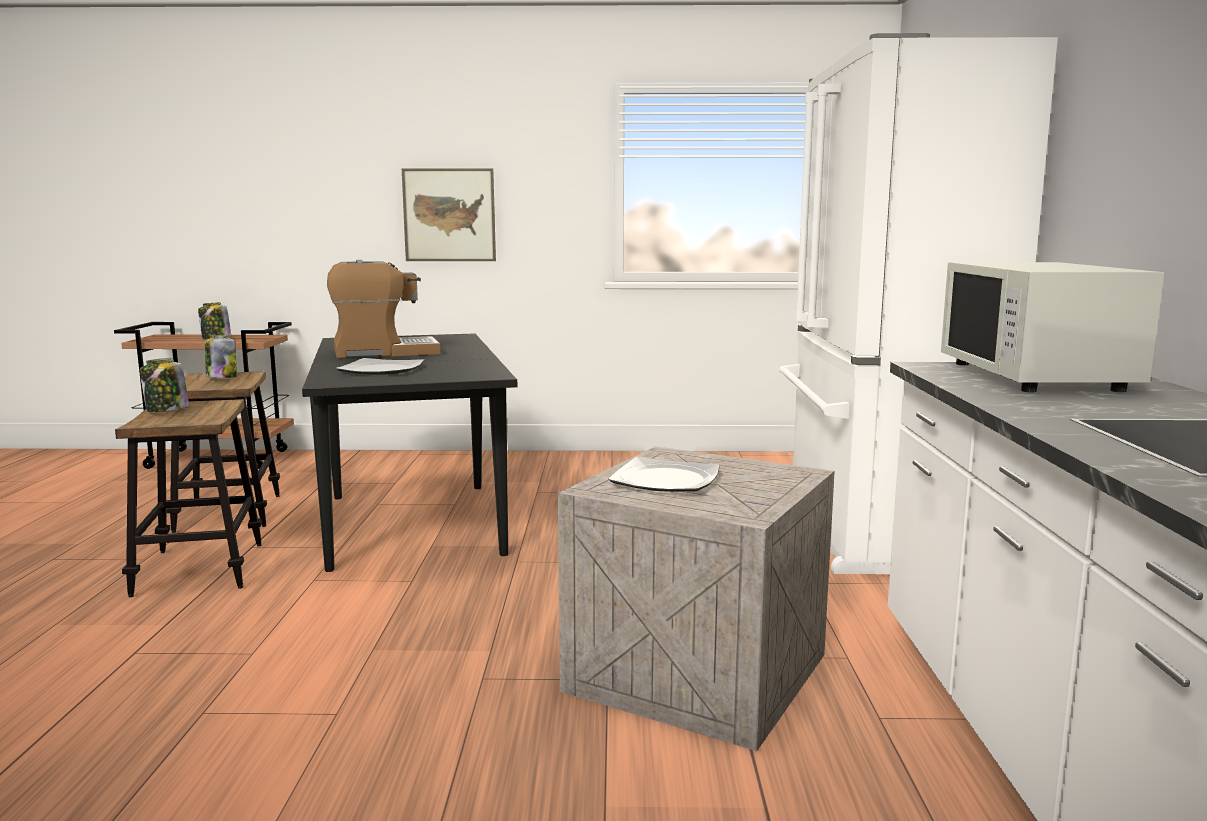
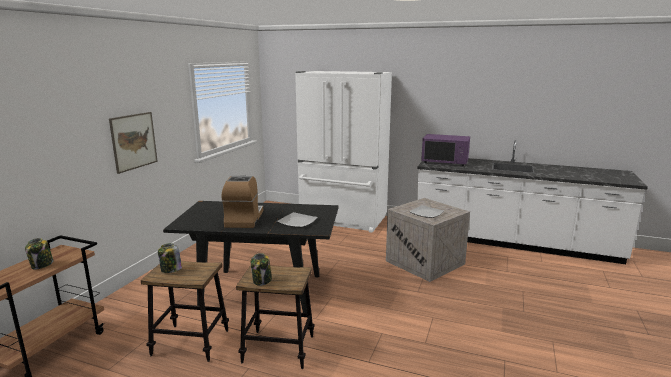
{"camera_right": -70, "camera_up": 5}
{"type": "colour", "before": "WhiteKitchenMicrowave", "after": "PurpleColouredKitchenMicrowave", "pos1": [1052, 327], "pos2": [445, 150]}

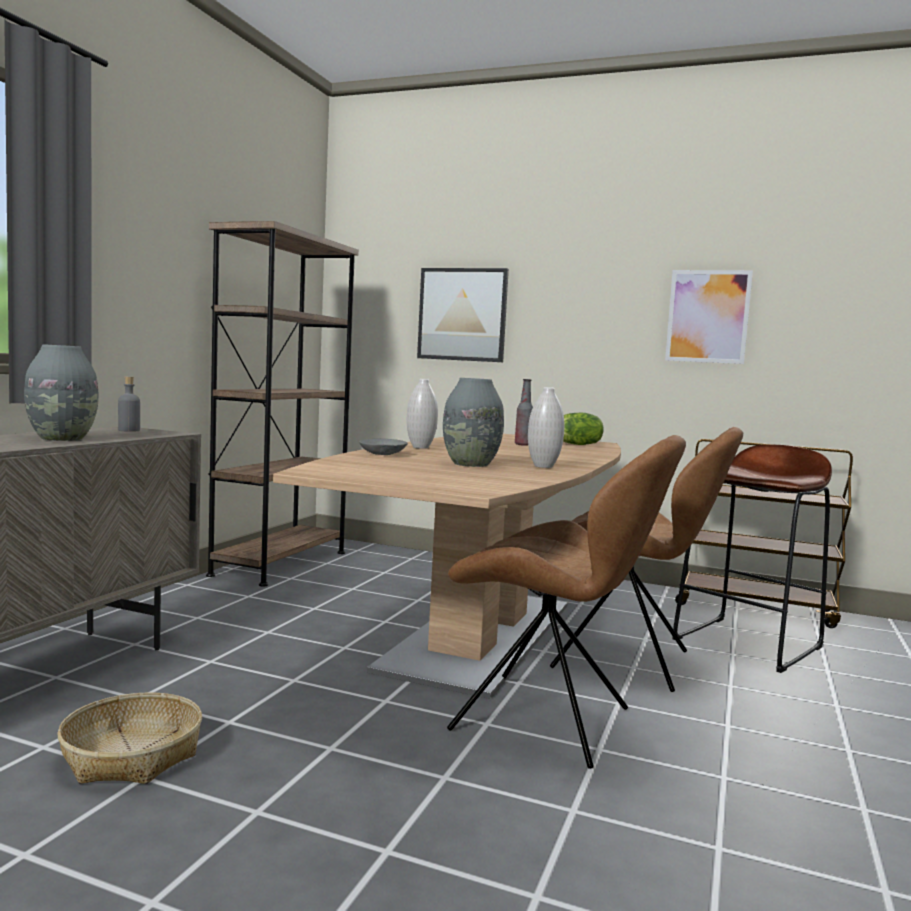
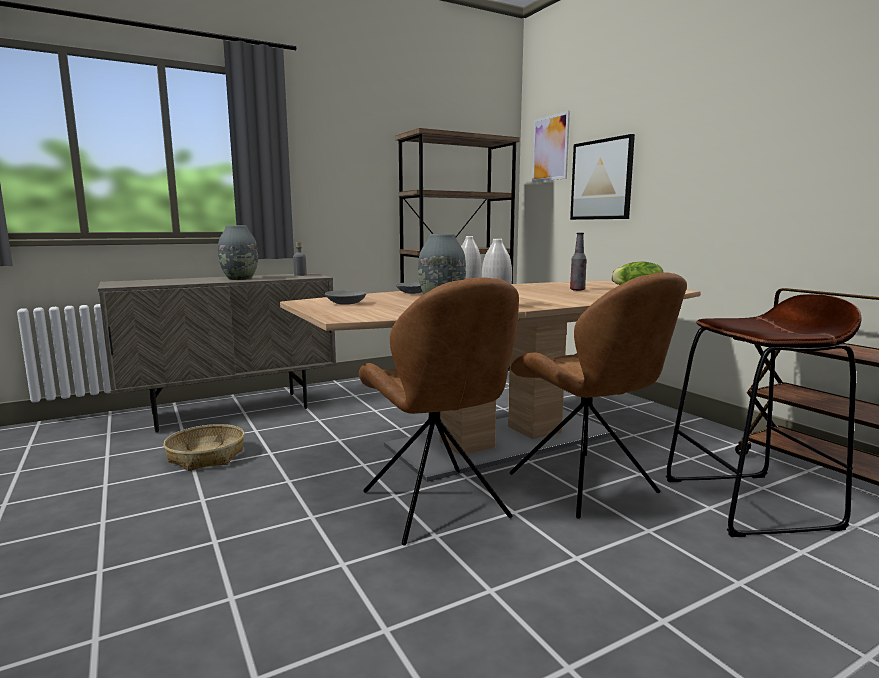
{"camera_right": 40, "camera_up": 5}
{"type": "appeared", "after": "GrayDeepDish", "pos2": [345, 297]}
{"type": "relocated", "before": "WallArt", "pos1": [709, 317], "pos2": [551, 146]}

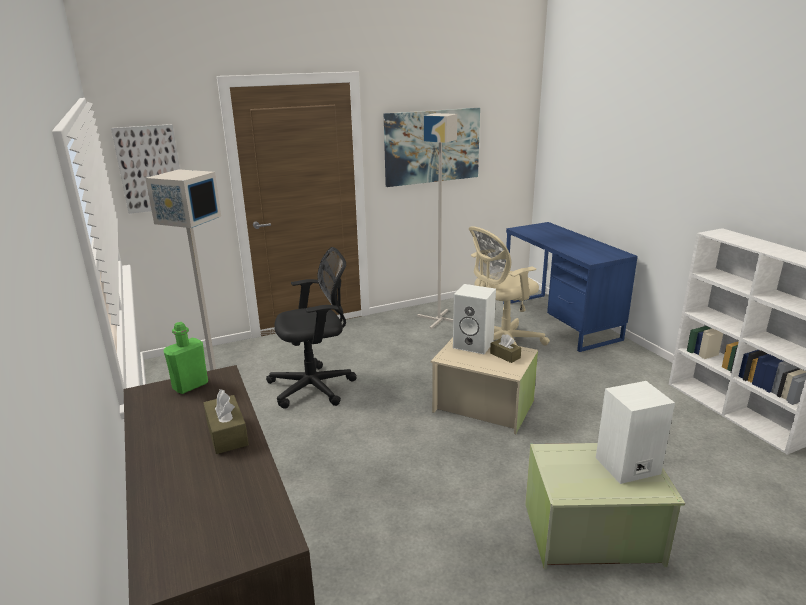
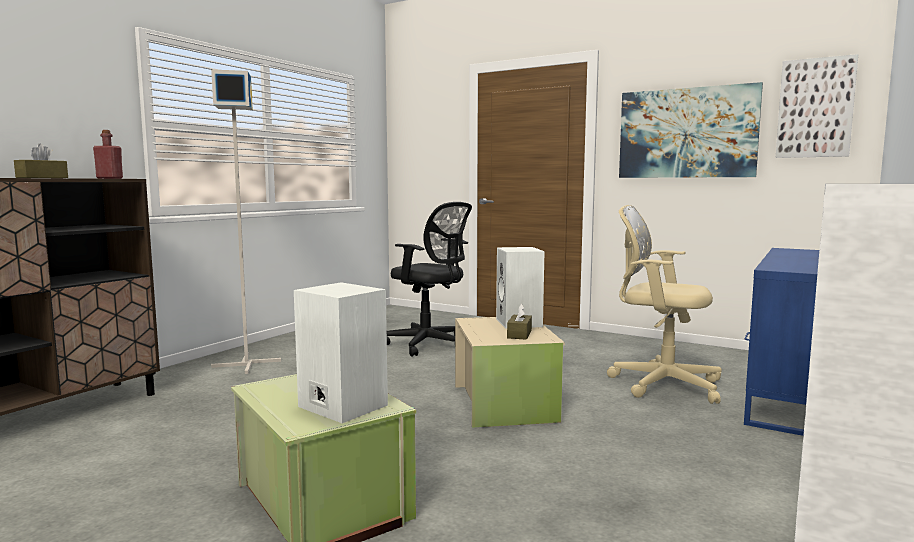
{"camera_right": 55, "camera_up": -15}
{"type": "missing", "before": "GrayStandardLamp", "pos1": [437, 221]}
{"type": "relocated", "before": "WallArt", "pos1": [145, 169], "pos2": [817, 106]}
{"type": "colour", "before": "GreenDrinkBottle", "after": "RedDrinkBottle", "pos1": [186, 358], "pos2": [108, 154]}

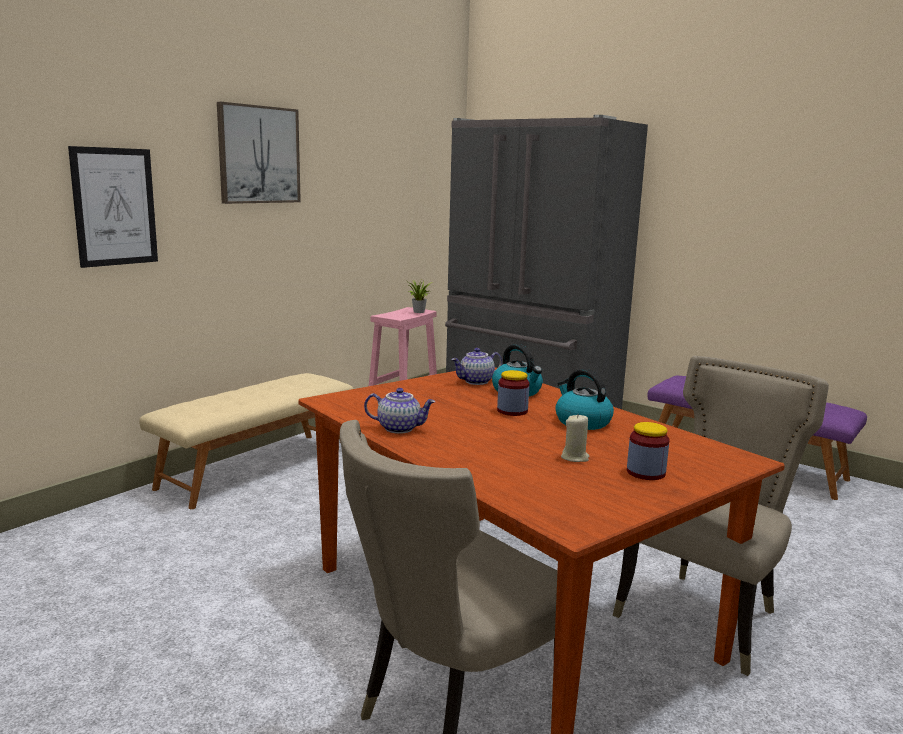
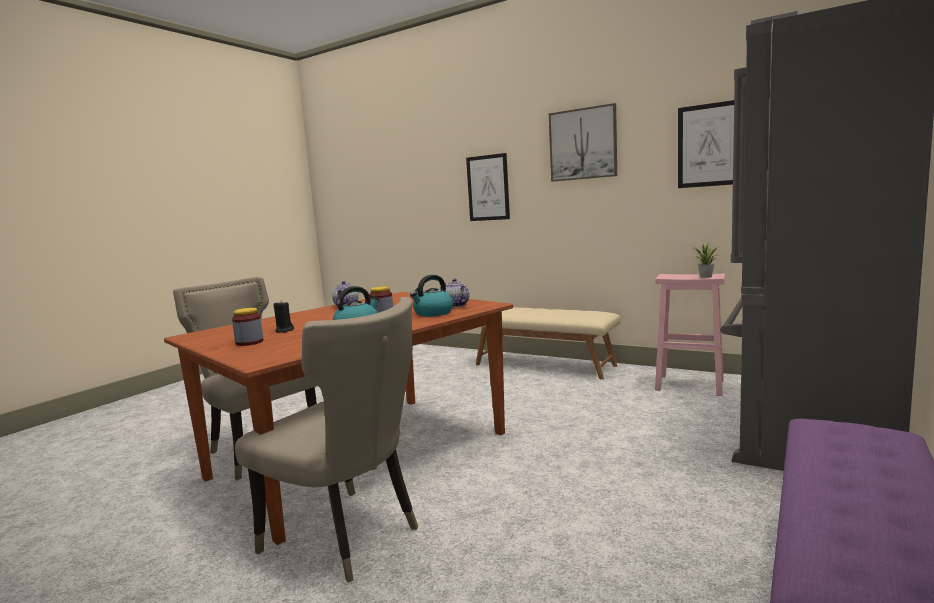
{"camera_right": 85, "camera_up": -5}
{"type": "appeared", "after": "WallArt", "pos2": [706, 144]}
{"type": "colour", "before": "SandColouredWaxCandle", "after": "BlackWaxCandle", "pos1": [575, 438], "pos2": [283, 317]}

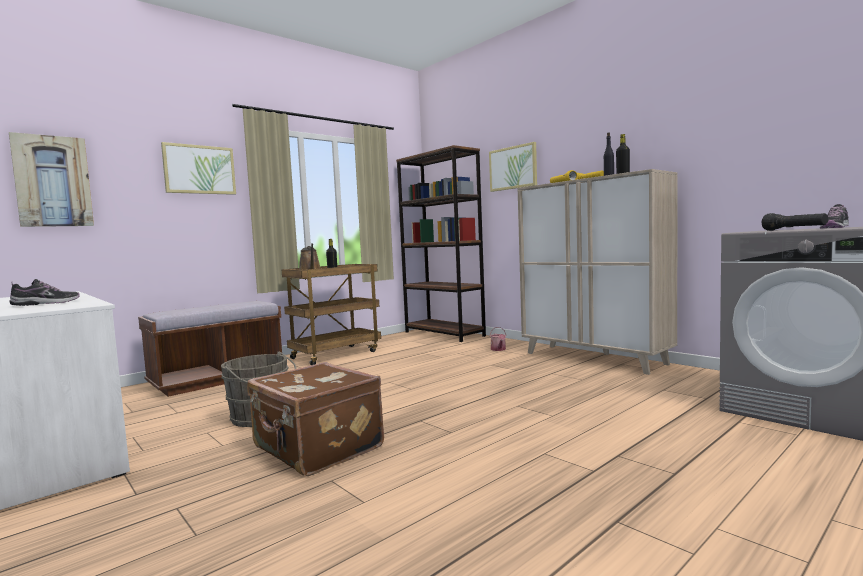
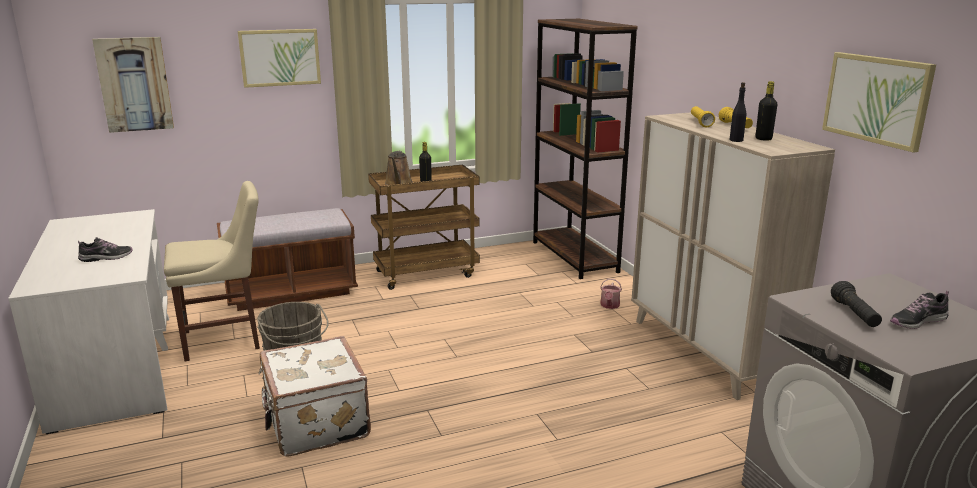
{"camera_right": 20, "camera_up": 15}
{"type": "appeared", "after": "SandColouredChair", "pos2": [212, 271]}
{"type": "relocated", "before": "WallArt", "pos1": [513, 167], "pos2": [879, 102]}
{"type": "colour", "before": "BrownTravelCase", "after": "WhiteTravelCase", "pos1": [315, 419], "pos2": [315, 396]}

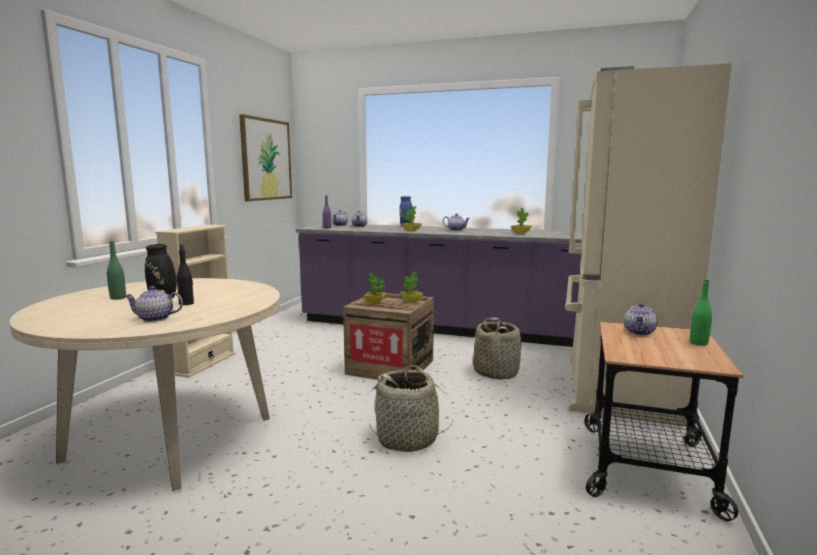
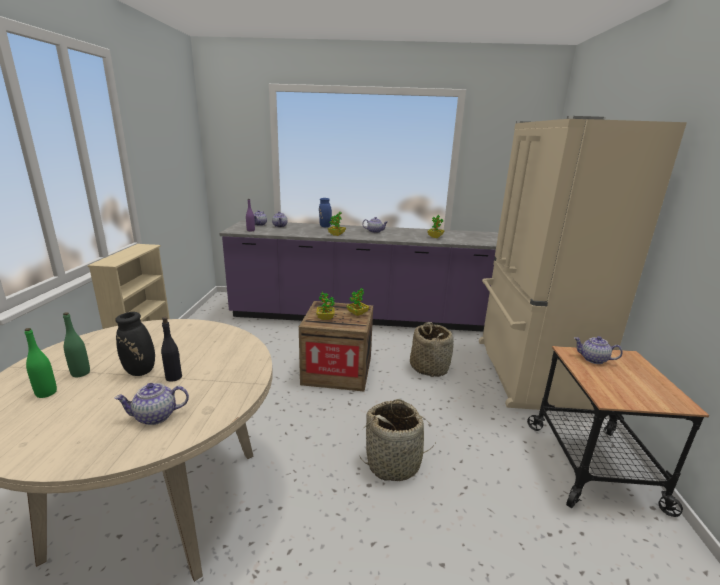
{"camera_right": -15, "camera_up": 10}
{"type": "missing", "before": "WallArt", "pos1": [265, 157]}
{"type": "relocated", "before": "GreenDrinkBottle", "pos1": [701, 313], "pos2": [41, 363]}
{"type": "spun", "before": "PotForTea", "pos1": [640, 319], "pos2": [598, 350], "turn": 105}

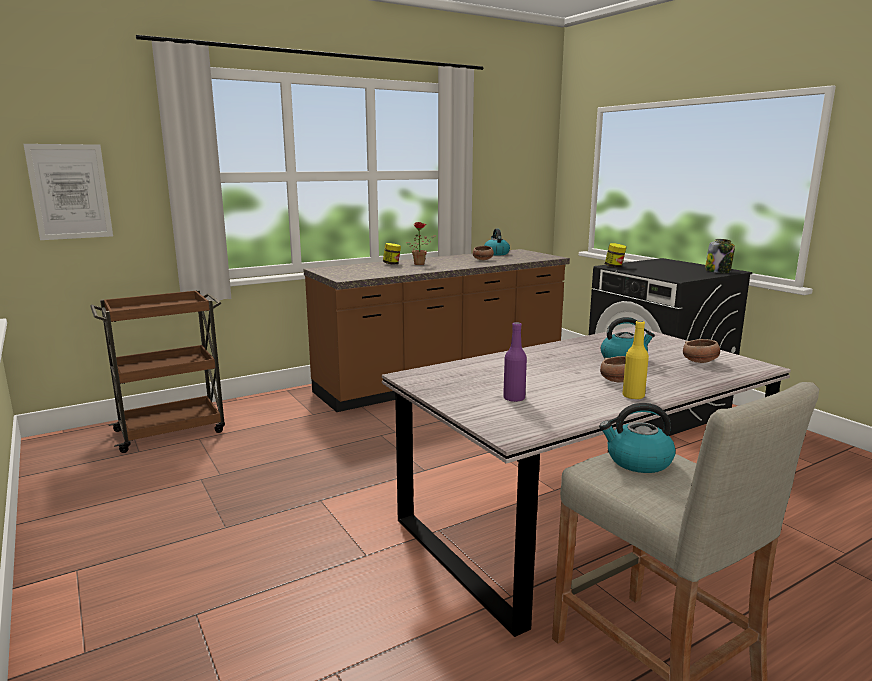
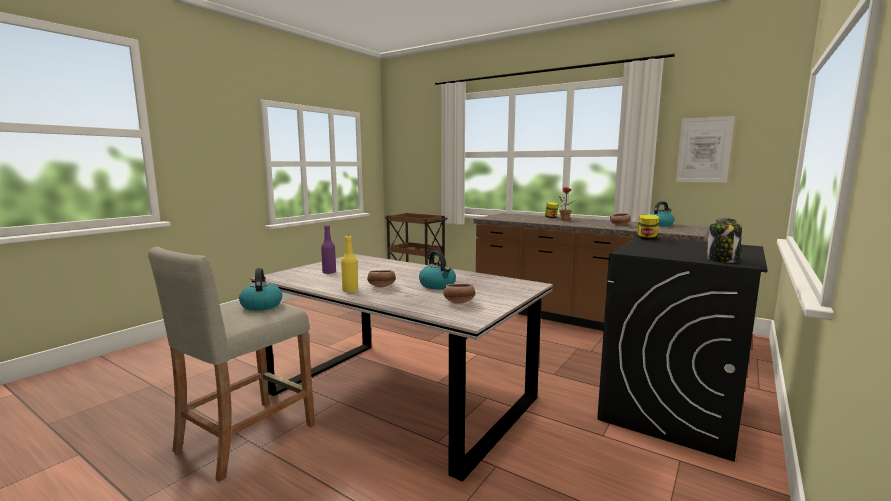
{"camera_right": 65, "camera_up": -5}
{"type": "relocated", "before": "WallArt", "pos1": [68, 192], "pos2": [705, 149]}

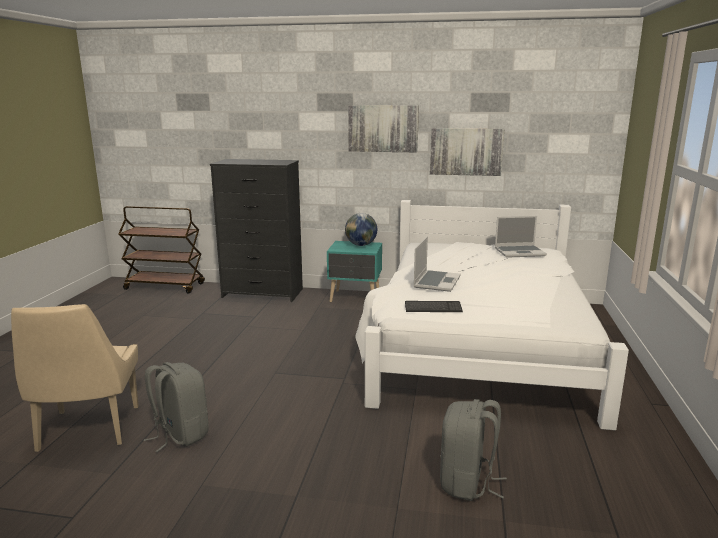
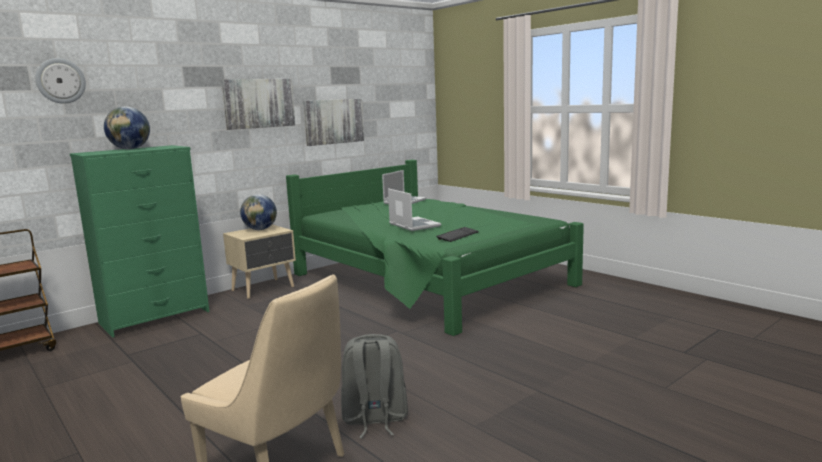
{"camera_right": -50, "camera_up": -5}
{"type": "missing", "before": "GrayKnapsack", "pos1": [473, 450]}
{"type": "appeared", "after": "WallClock", "pos2": [60, 81]}
{"type": "appeared", "after": "DeskGlobe", "pos2": [127, 128]}
{"type": "colour", "before": "BlackDrawerChest", "after": "GreenDrawerChest", "pos1": [256, 230], "pos2": [139, 241]}
{"type": "colour", "before": "TurquoiseColouredBedsideTable", "after": "SandColouredBedsideTable", "pos1": [354, 271], "pos2": [259, 262]}
{"type": "colour", "before": "WhiteBed", "after": "GreenBed", "pos1": [492, 315], "pos2": [435, 248]}

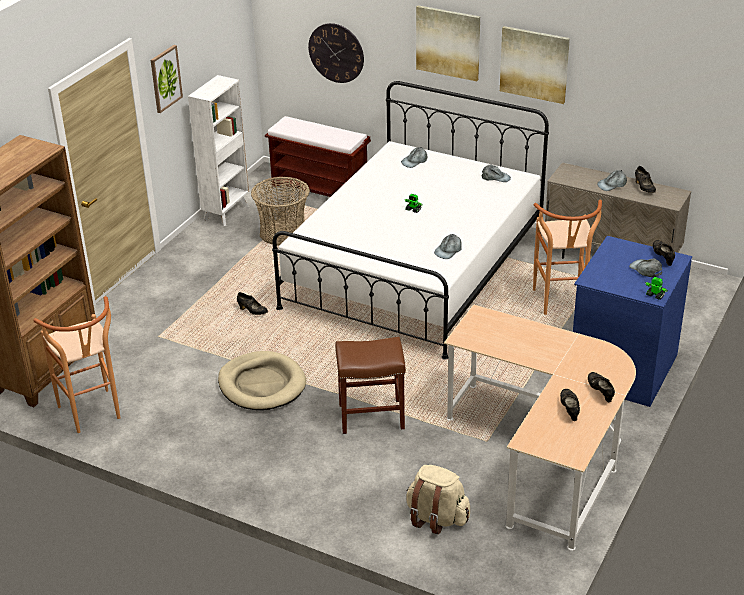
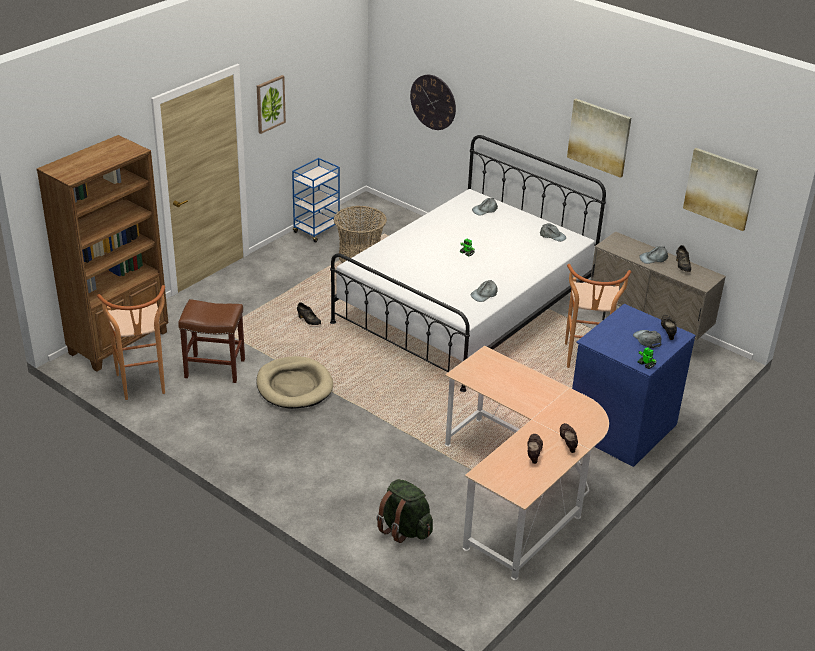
{"camera_right": 10, "camera_up": 0}
{"type": "missing", "before": "BrownLongSeat", "pos1": [318, 156]}
{"type": "relocated", "before": "BrownStoolSeat", "pos1": [370, 385], "pos2": [211, 341]}
{"type": "relocated", "before": "WallArt", "pos1": [448, 43], "pos2": [720, 189]}
{"type": "exchanged", "before": "WhiteShelvingUnit", "after": "BluishCart", "pos1": [218, 150], "pos2": [318, 200]}
{"type": "colour", "before": "SandColouredKnapsack", "after": "GreenKnapsack", "pos1": [438, 499], "pos2": [404, 511]}

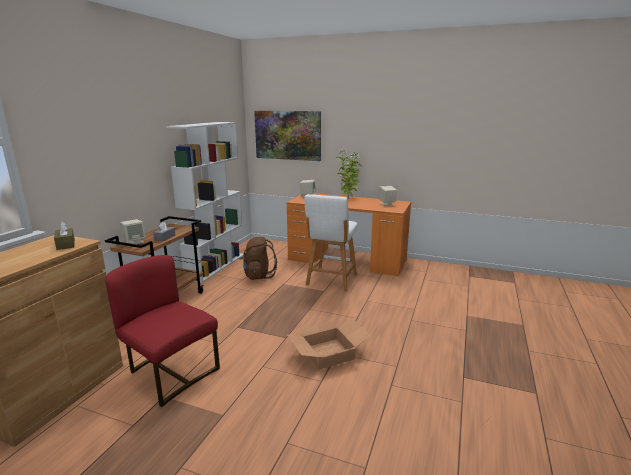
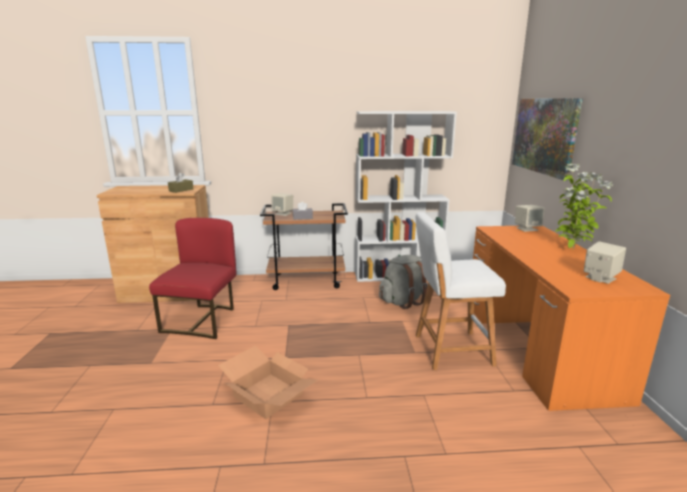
{"camera_right": 65, "camera_up": 0}
{"type": "colour", "before": "BrownKnapsack", "after": "GrayKnapsack", "pos1": [258, 258], "pos2": [403, 282]}

